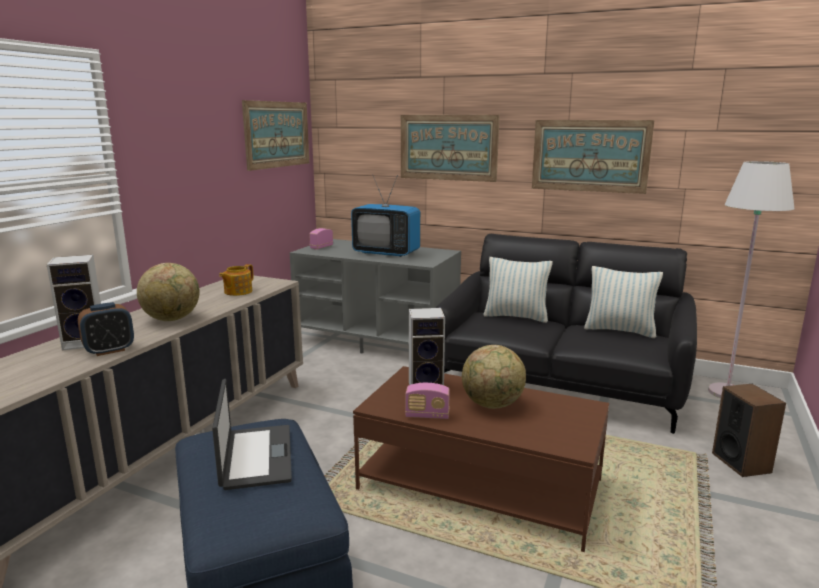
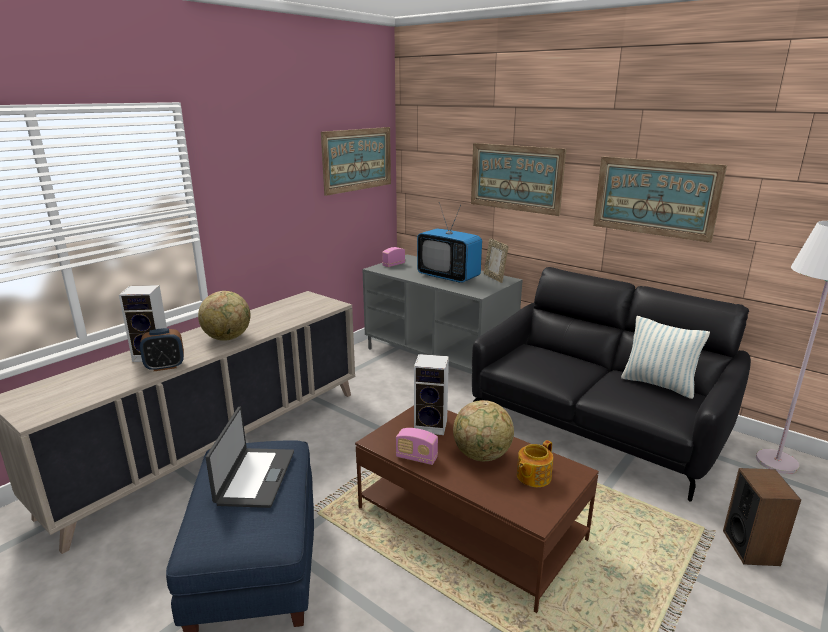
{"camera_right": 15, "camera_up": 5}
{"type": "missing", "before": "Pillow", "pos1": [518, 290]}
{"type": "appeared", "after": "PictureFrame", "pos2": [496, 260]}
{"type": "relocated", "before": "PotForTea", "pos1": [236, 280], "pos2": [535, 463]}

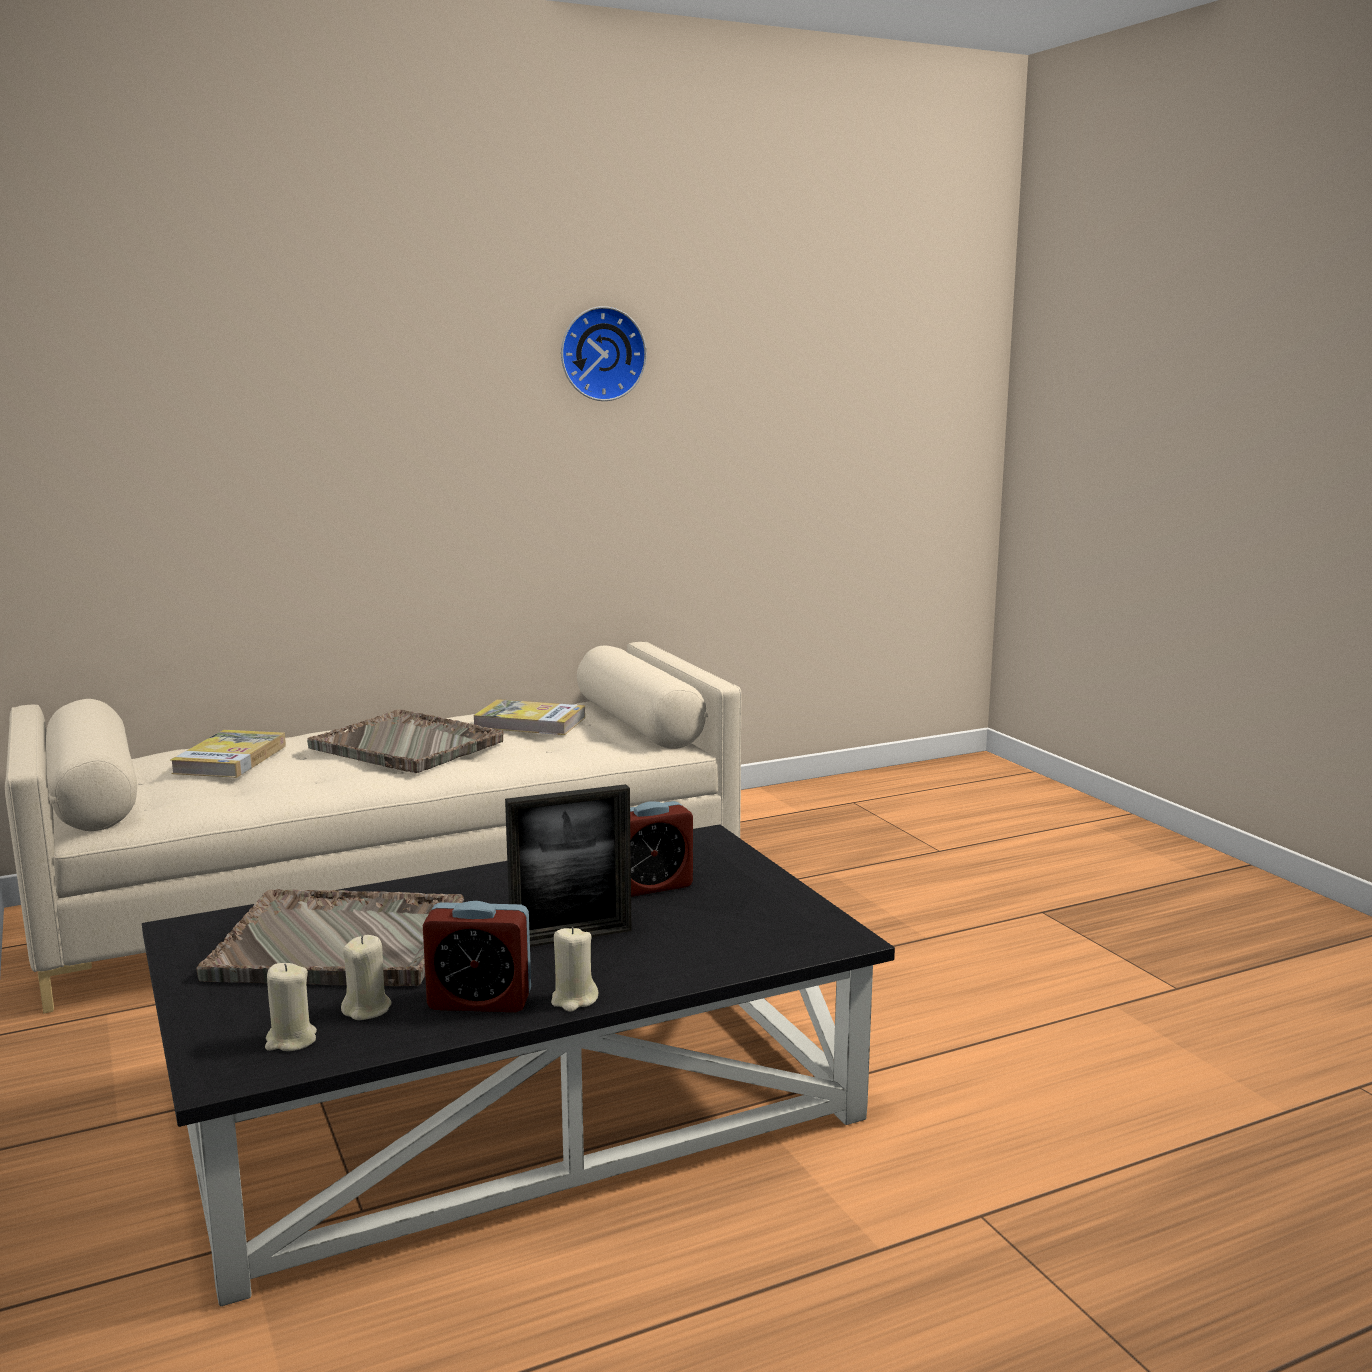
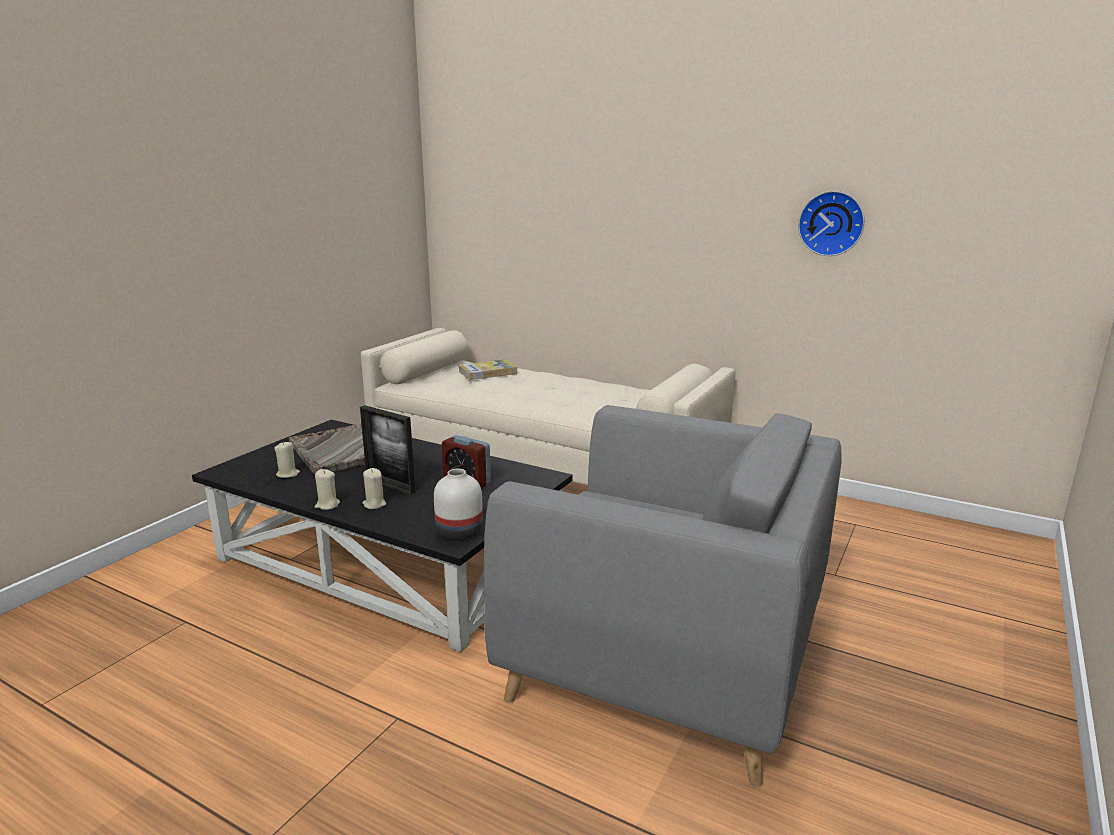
{"camera_right": 55, "camera_up": 5}
{"type": "missing", "before": "GrayServingTray", "pos1": [405, 741]}
{"type": "missing", "before": "AlarmClock", "pos1": [477, 956]}
{"type": "missing", "before": "Book", "pos1": [529, 717]}
{"type": "appeared", "after": "WhiteDecorativeVase", "pos2": [458, 504]}
{"type": "appeared", "after": "GrayArmchair", "pos2": [663, 596]}
{"type": "relocated", "before": "SandColouredWaxCandle", "pos1": [291, 1007], "pos2": [374, 488]}
{"type": "relocated", "before": "WallClock", "pos1": [604, 353], "pos2": [831, 223]}

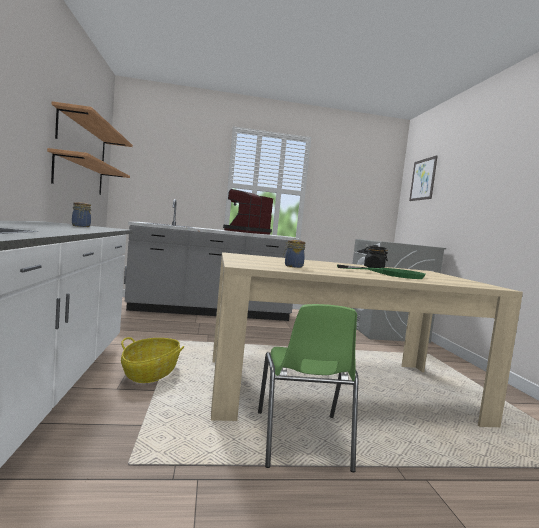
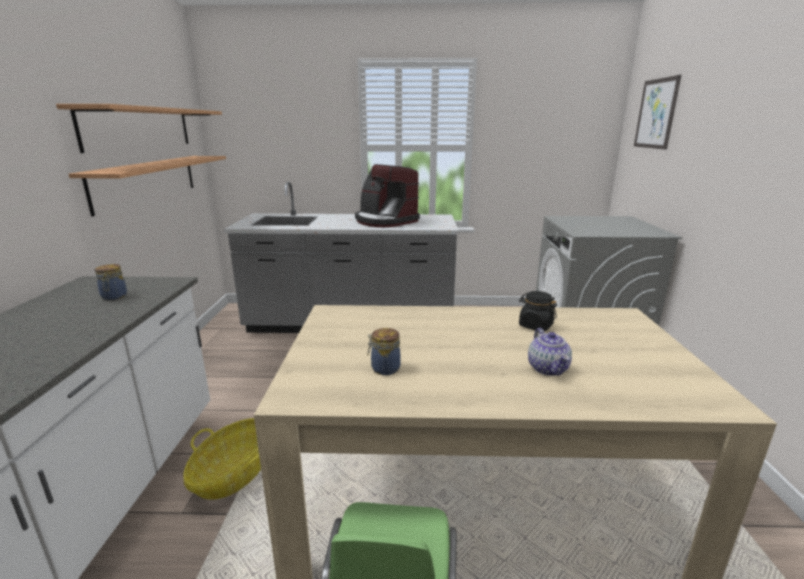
{"camera_right": 10, "camera_up": 15}
{"type": "exchanged", "before": "GreenFryingPan", "after": "PotForTea", "pos1": [381, 272], "pos2": [550, 352]}
{"type": "spun", "before": "CoffeeMachine", "pos1": [248, 212], "pos2": [387, 196], "turn": -90}

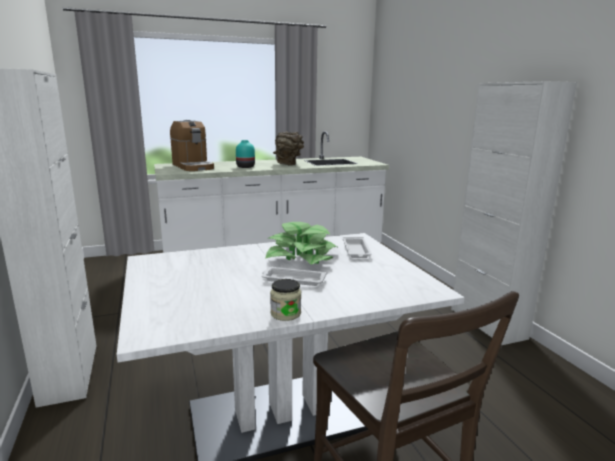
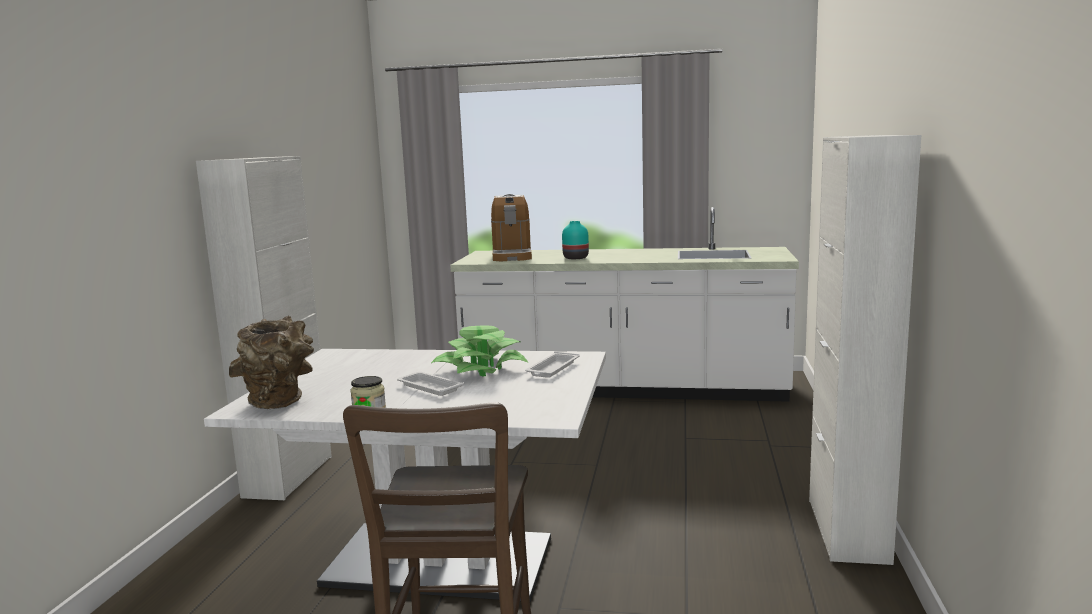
{"camera_right": 30, "camera_up": -5}
{"type": "relocated", "before": "BrownDecorativeVase", "pos1": [288, 148], "pos2": [271, 362]}

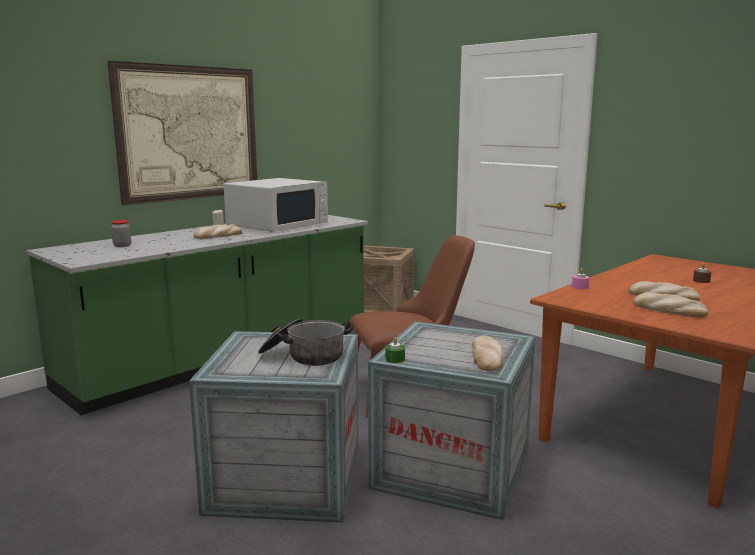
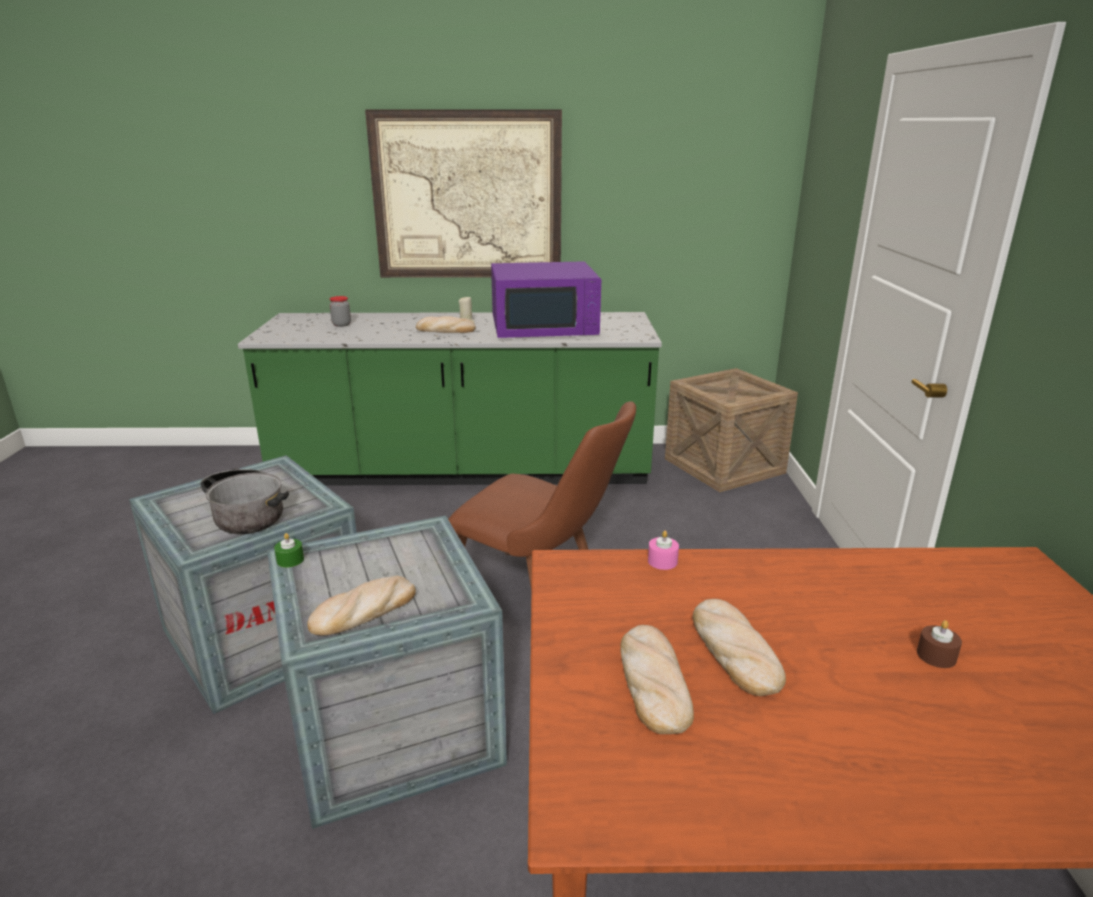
{"camera_right": 45, "camera_up": 10}
{"type": "colour", "before": "WhiteKitchenMicrowave", "after": "PurpleColouredKitchenMicrowave", "pos1": [276, 205], "pos2": [546, 299]}

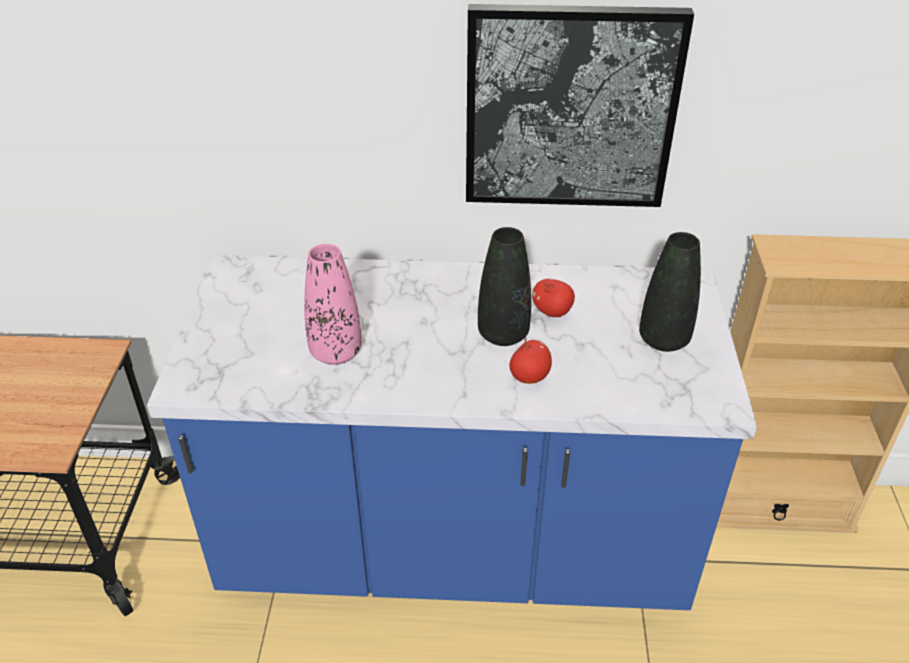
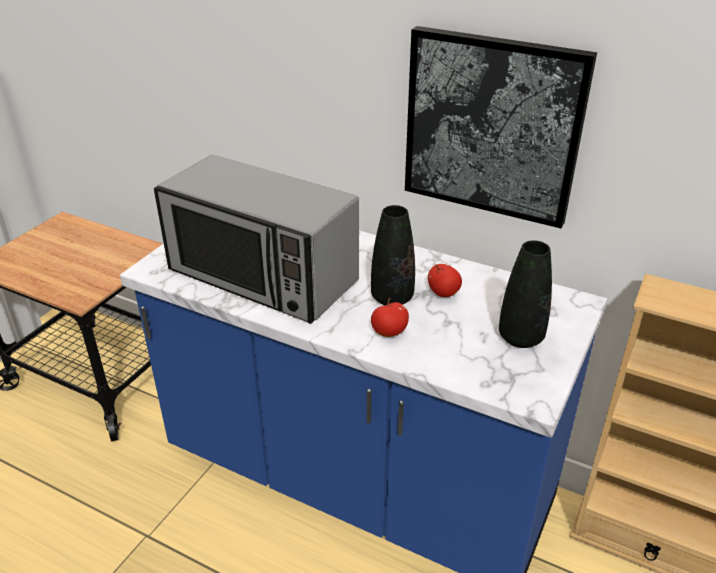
{"camera_right": 25, "camera_up": -5}
{"type": "exchanged", "before": "PinkColouredDecorativeVase", "after": "KitchenMicrowave", "pos1": [333, 304], "pos2": [256, 239]}

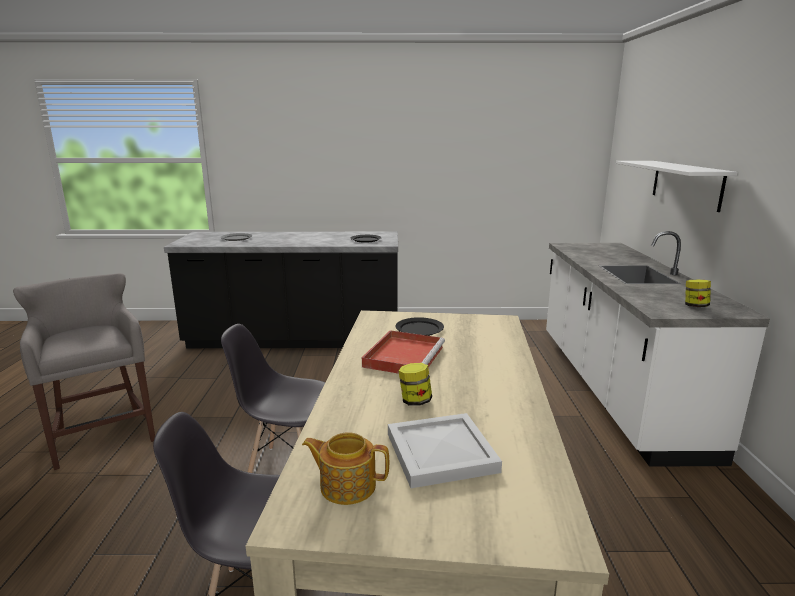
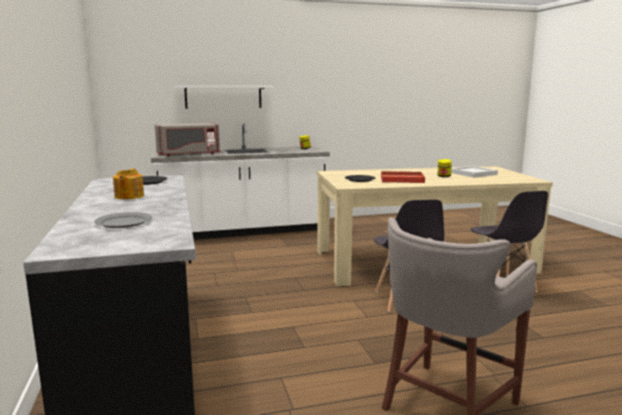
{"camera_right": -105, "camera_up": -5}
{"type": "appeared", "after": "GrayKitchenMicrowave", "pos2": [187, 139]}
{"type": "relocated", "before": "PotForTea", "pos1": [345, 468], "pos2": [128, 184]}

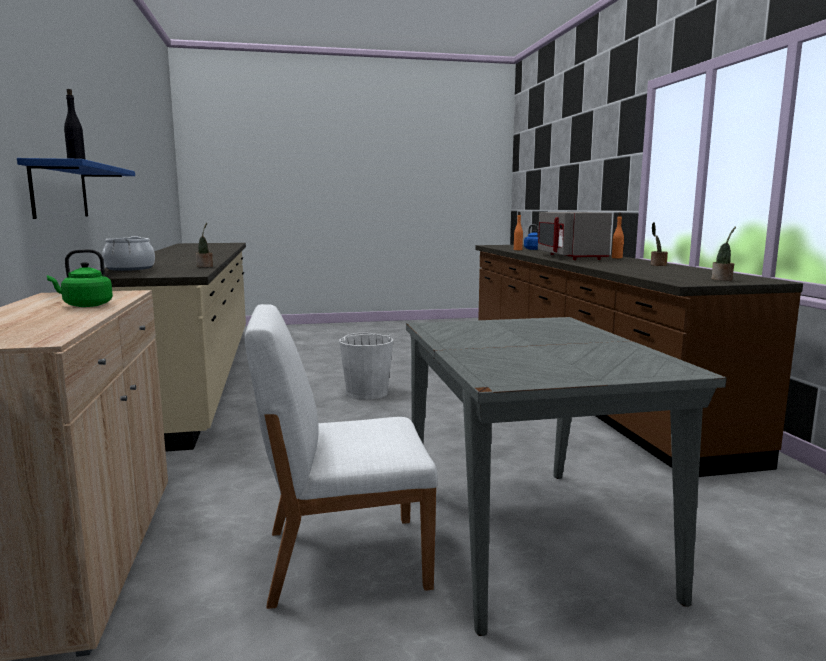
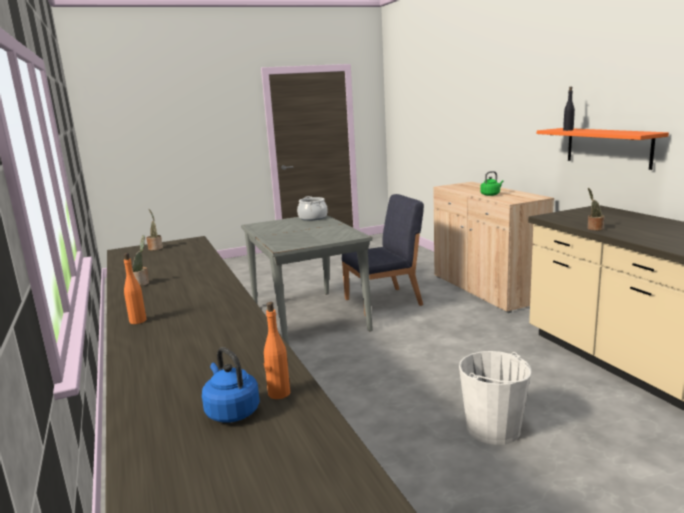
{"camera_right": 170, "camera_up": 5}
{"type": "missing", "before": "GrayKitchenMicrowave", "pos1": [575, 236]}
{"type": "relocated", "before": "Stockpot", "pos1": [128, 253], "pos2": [312, 208]}
{"type": "colour", "before": "BluishBracketShelf", "after": "OrangeyBracketShelf", "pos1": [76, 188], "pos2": [603, 149]}
{"type": "colour", "before": "WhiteChair", "after": "BluishChair", "pos1": [341, 456], "pos2": [382, 255]}

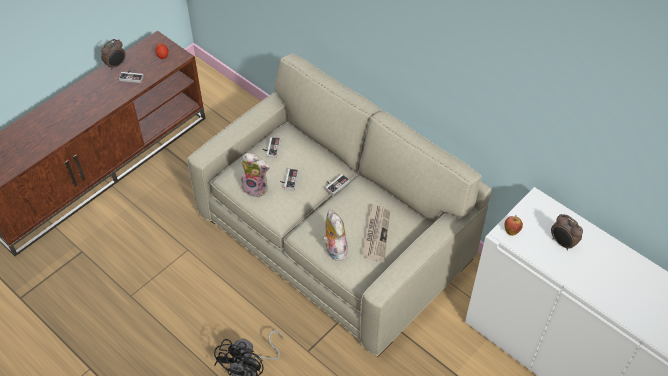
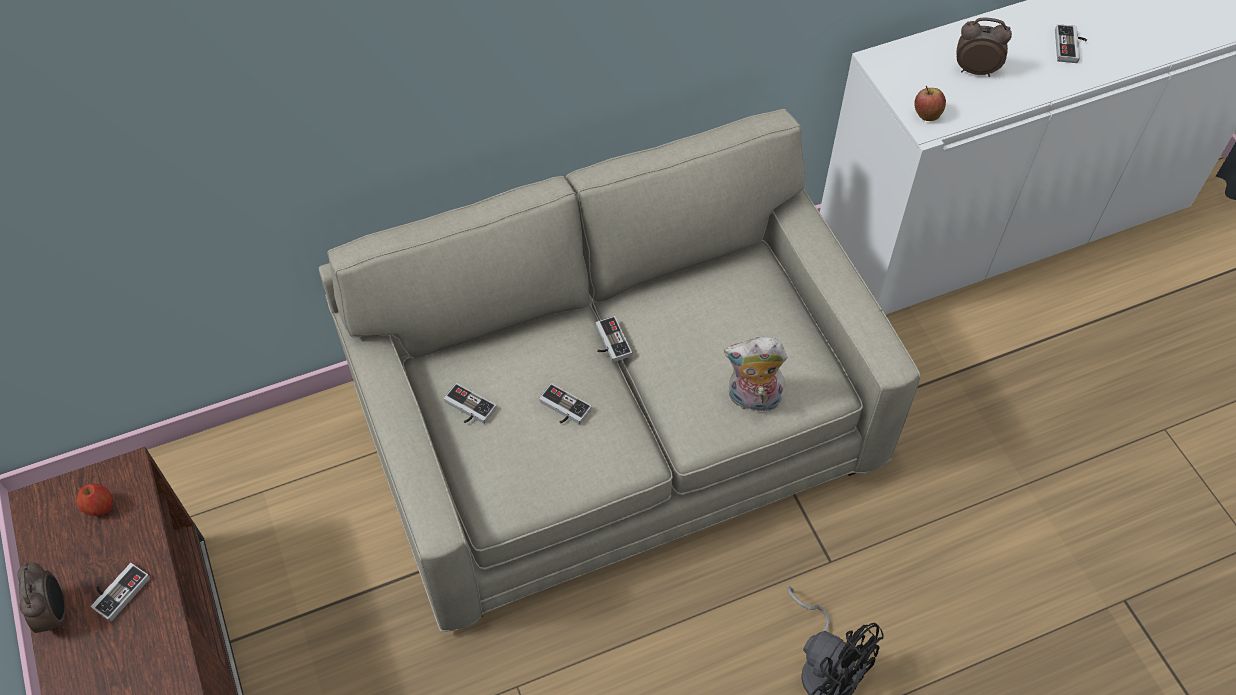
{"camera_right": -65, "camera_up": 5}
{"type": "missing", "before": "CuddlyToy", "pos1": [255, 175]}
{"type": "missing", "before": "Newspaper", "pos1": [376, 232]}
{"type": "appeared", "after": "GameController", "pos2": [1071, 43]}
{"type": "spun", "before": "AlarmClock", "pos1": [567, 232], "pos2": [984, 47], "turn": -150}

